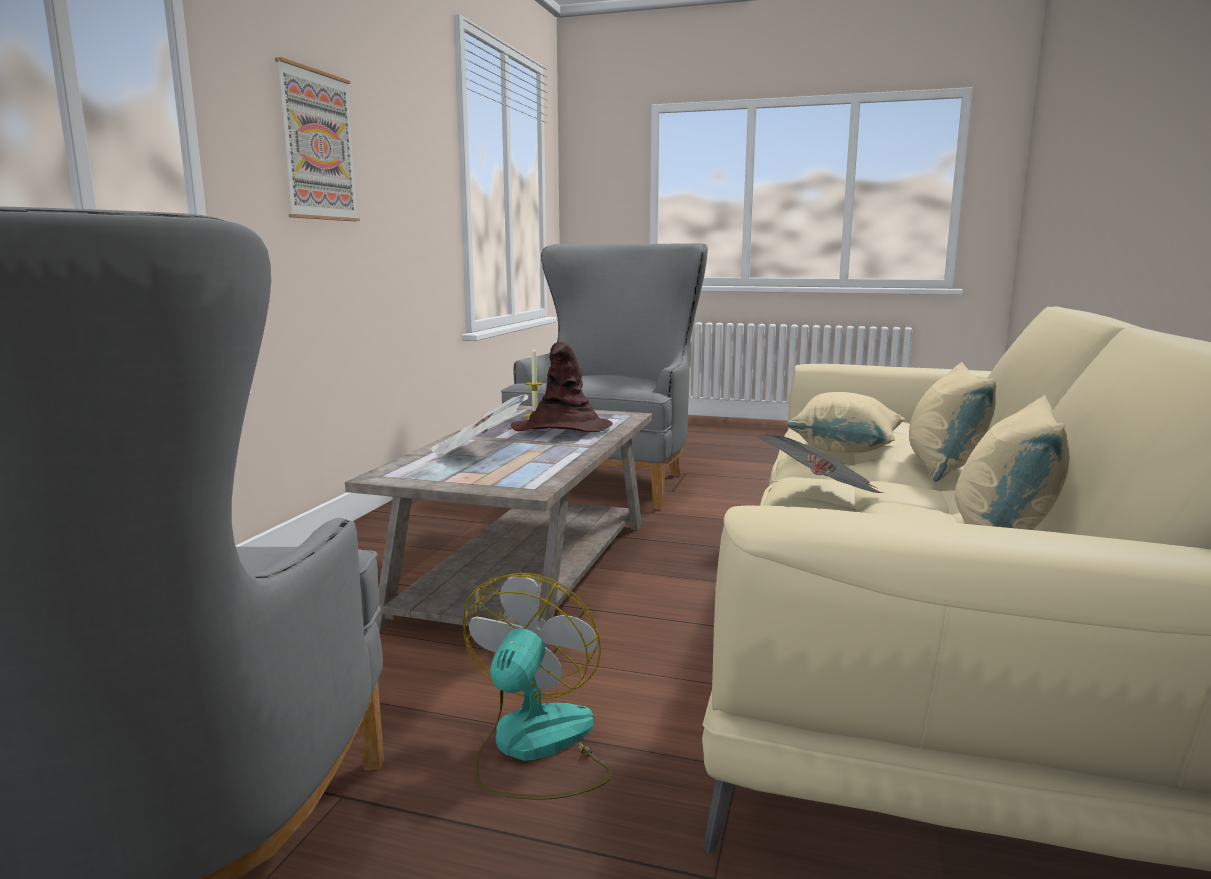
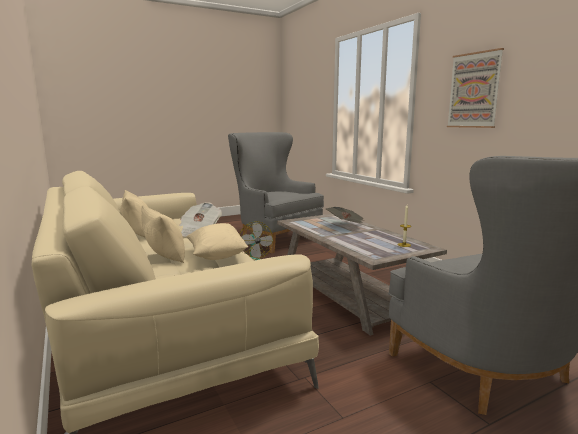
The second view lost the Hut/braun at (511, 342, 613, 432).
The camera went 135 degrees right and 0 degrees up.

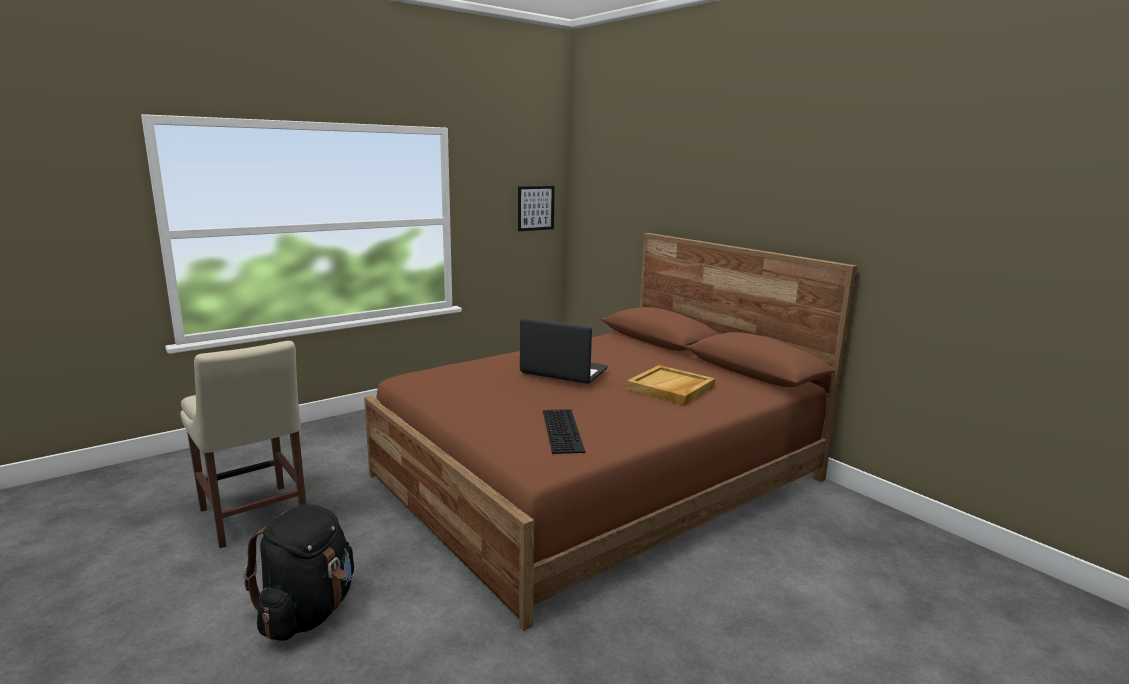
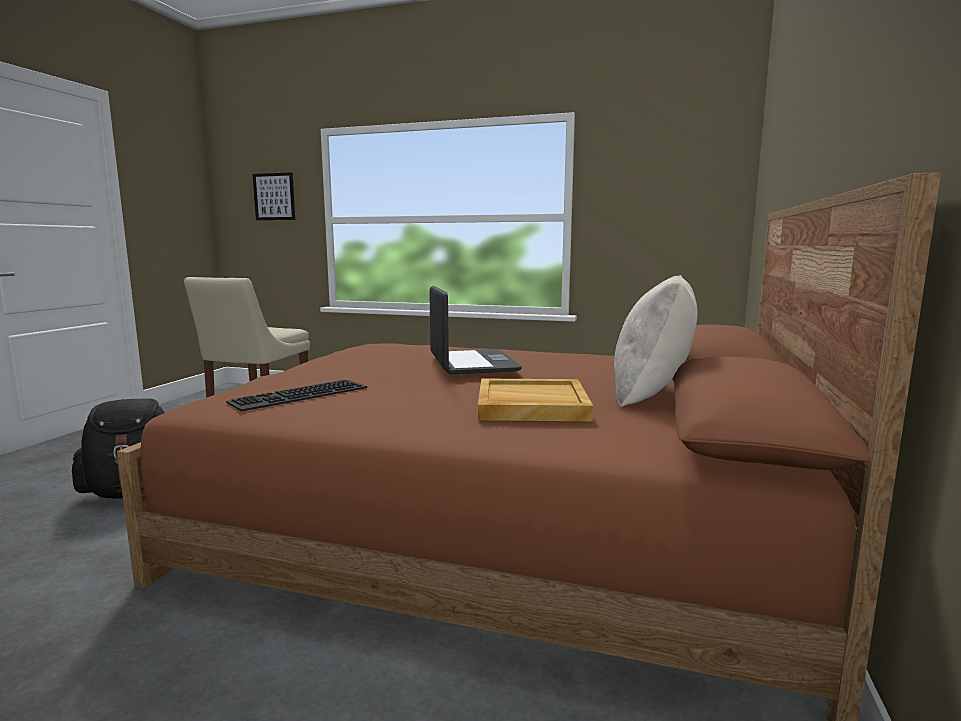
The second view gained the Kissen/beige at (614, 275, 697, 407).
The Bild ended up elsewhere, having gone from (518, 186, 555, 231) to (253, 172, 295, 220).
The camera went 55 degrees right and 5 degrees down.

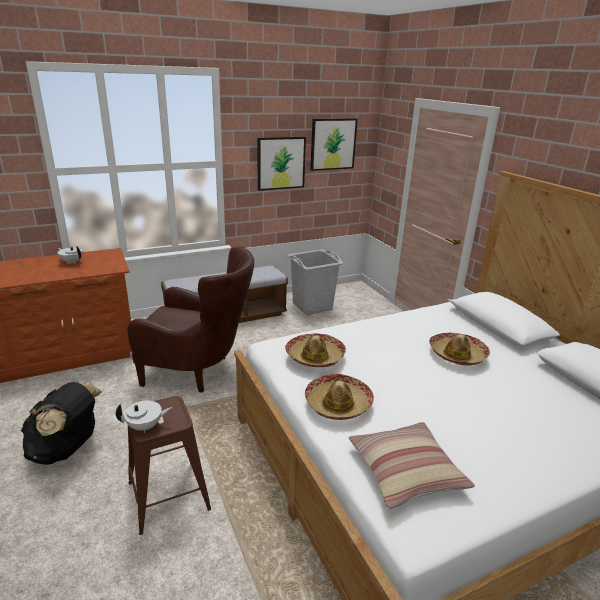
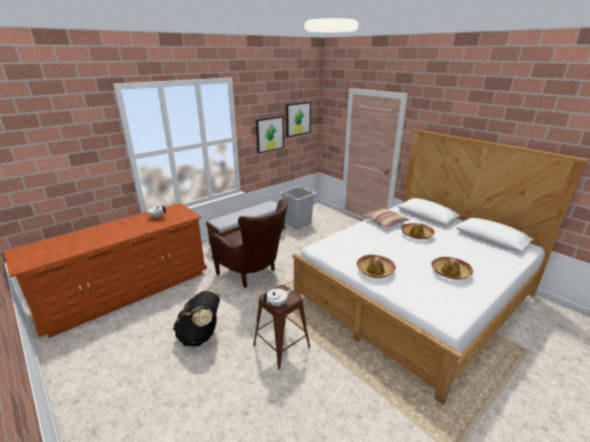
The Hut ended up elsewhere, having gone from (285, 333, 346, 367) to (431, 257, 473, 280).
The Kissen ended up elsewhere, having gone from (348, 422, 475, 509) to (362, 208, 410, 228).
The Sessel/braun at (127, 246, 254, 393) ended up facing another way, 45 degrees clockwise from before.
The camera went 15 degrees left and 0 degrees up.

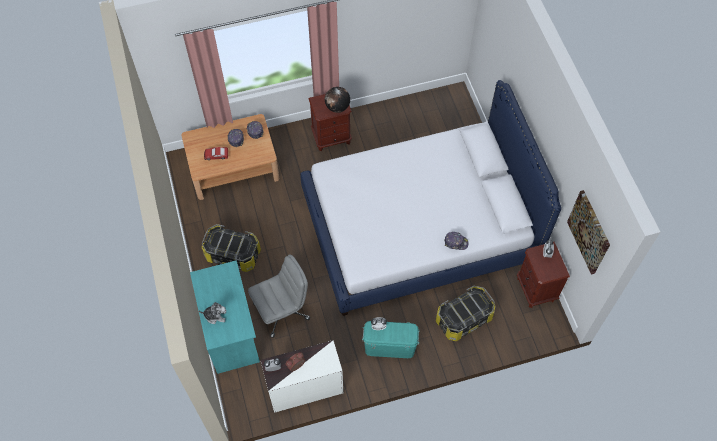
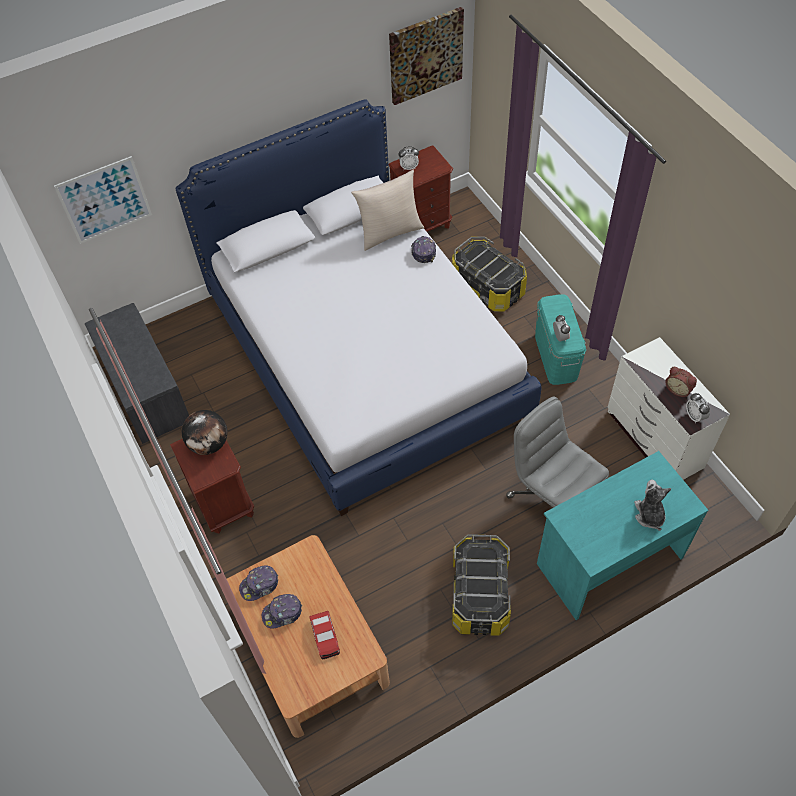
The second view gained the Bild at (54, 156, 152, 244).
The second view gained the Bank/grau at (85, 303, 189, 444).
The second view gained the Kissen/beige at (351, 170, 424, 251).
The camera went 100 degrees left and 5 degrees down.

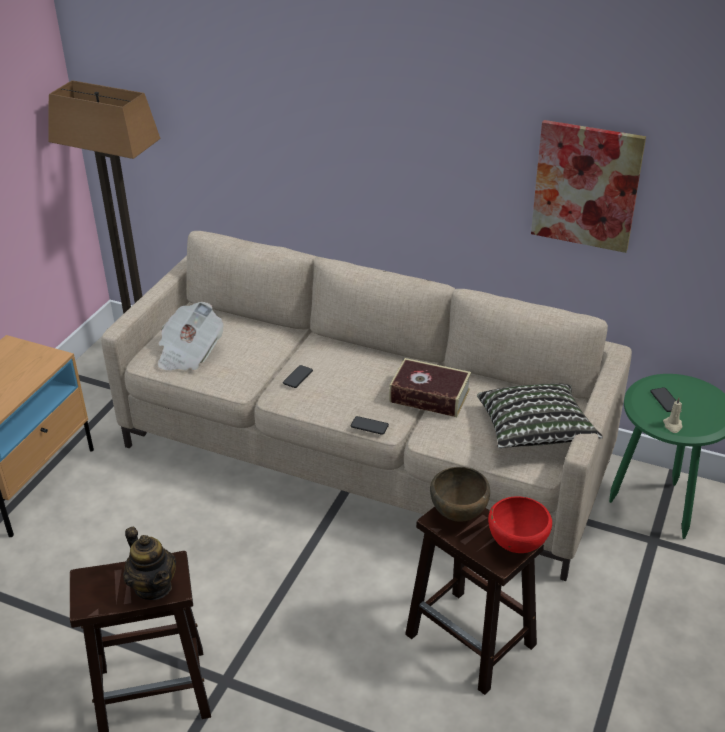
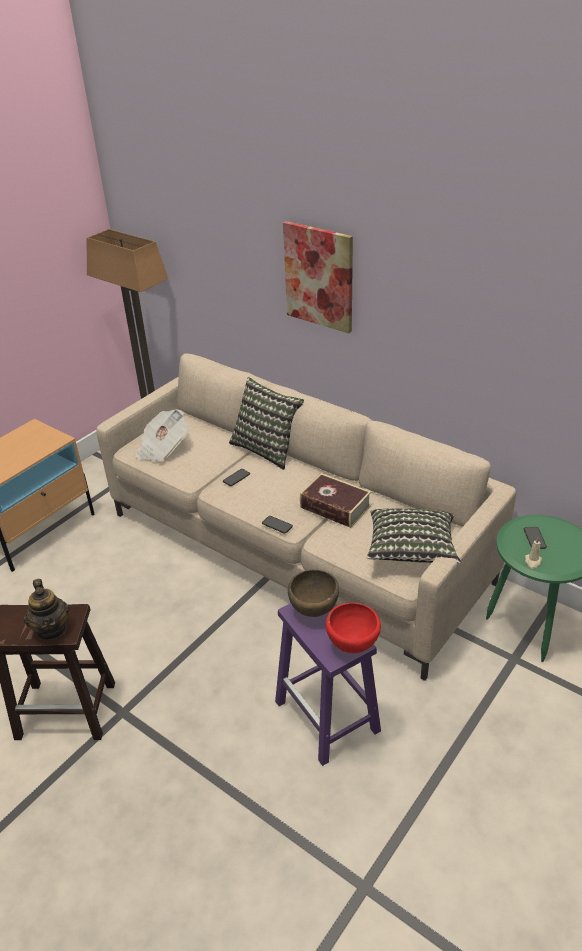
The second view gained the Kissen at (229, 377, 304, 470).
The Bild ended up elsewhere, having gone from (531, 120, 646, 253) to (283, 221, 353, 333).
What was the Hocker/braun at (405, 506, 544, 695) turned into the Hocker/lila at (275, 603, 381, 766).
The camera went 15 degrees right and 0 degrees up.

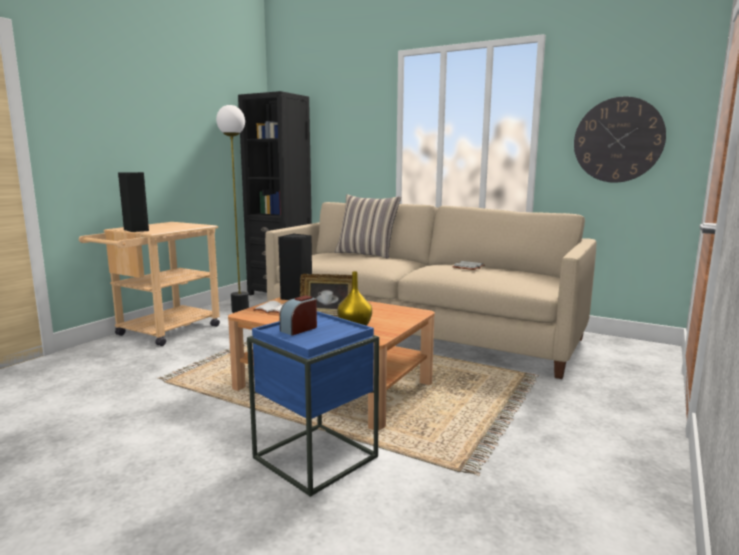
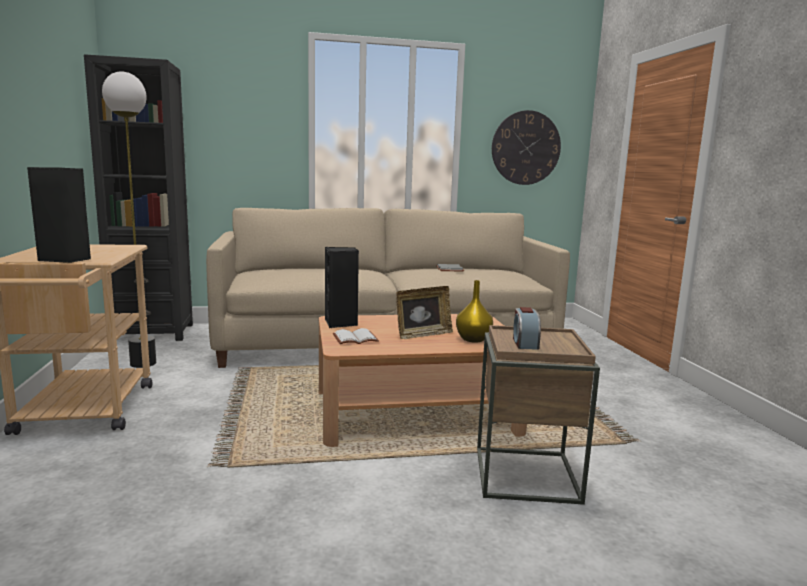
The second view lost the Kissen at (335, 194, 401, 259).
What was the Beistelltisch/blau at (247, 311, 379, 497) turned into the Beistelltisch/braun at (477, 325, 600, 505).
The camera went 40 degrees left and 0 degrees up.

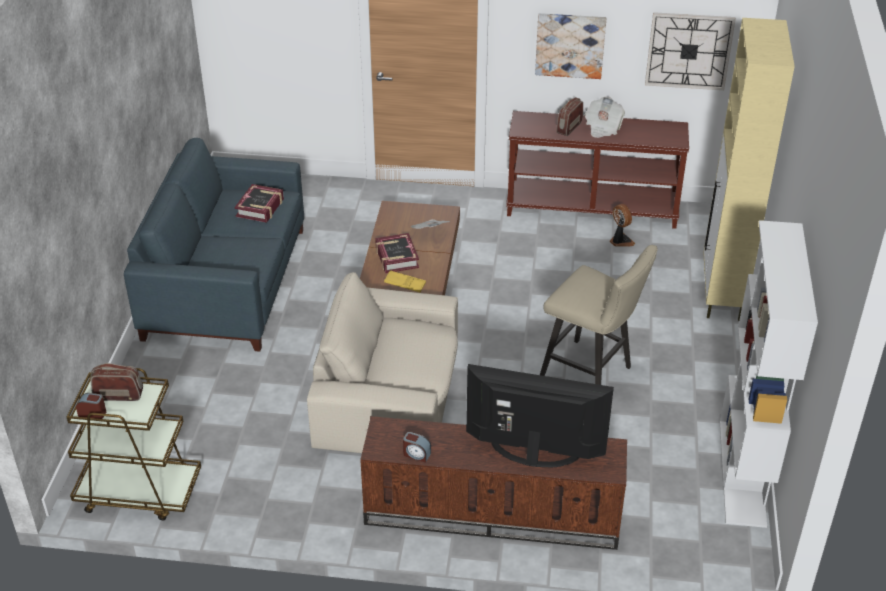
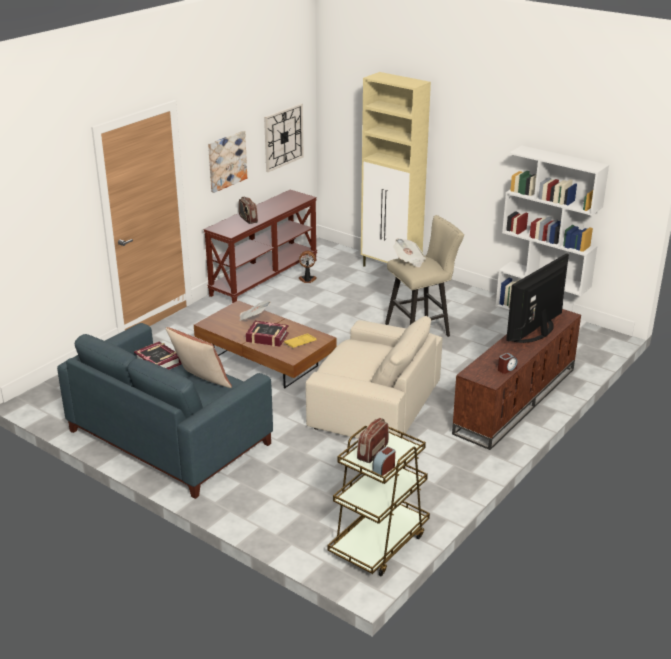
The second view gained the Kissen at (166, 327, 232, 388).
The Zeitung ended up elsewhere, having gone from (585, 97, 625, 138) to (393, 238, 426, 268).
The Sessel/beige at (307, 272, 458, 453) ended up facing another way, 105 degrees counterclockwise from before.
The camera went 60 degrees left and 10 degrees down.

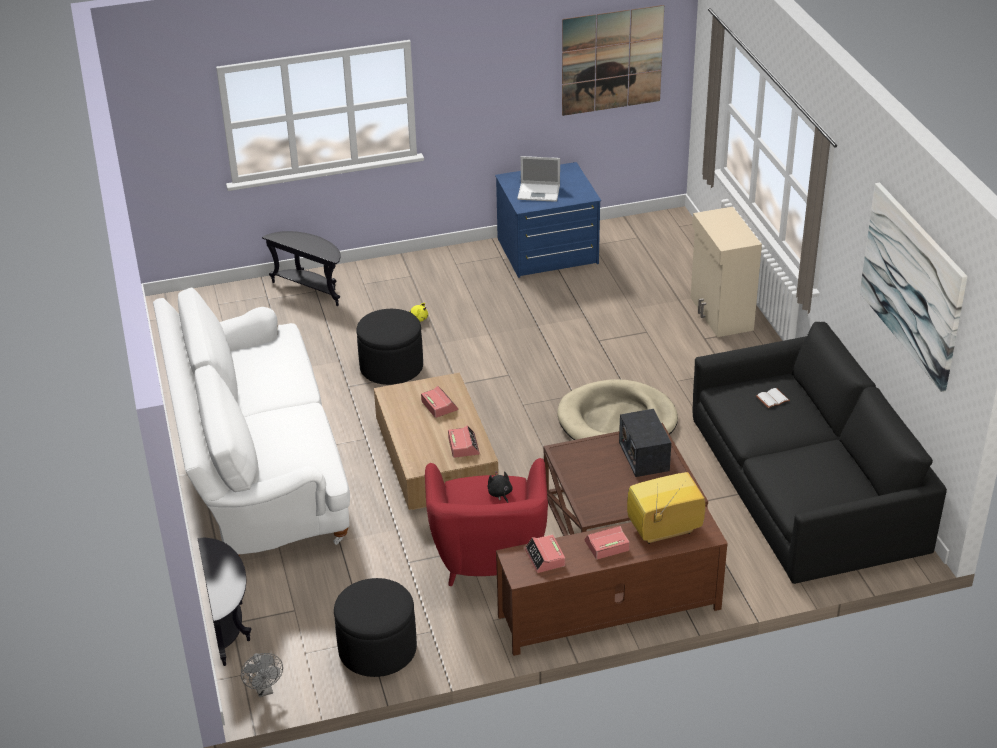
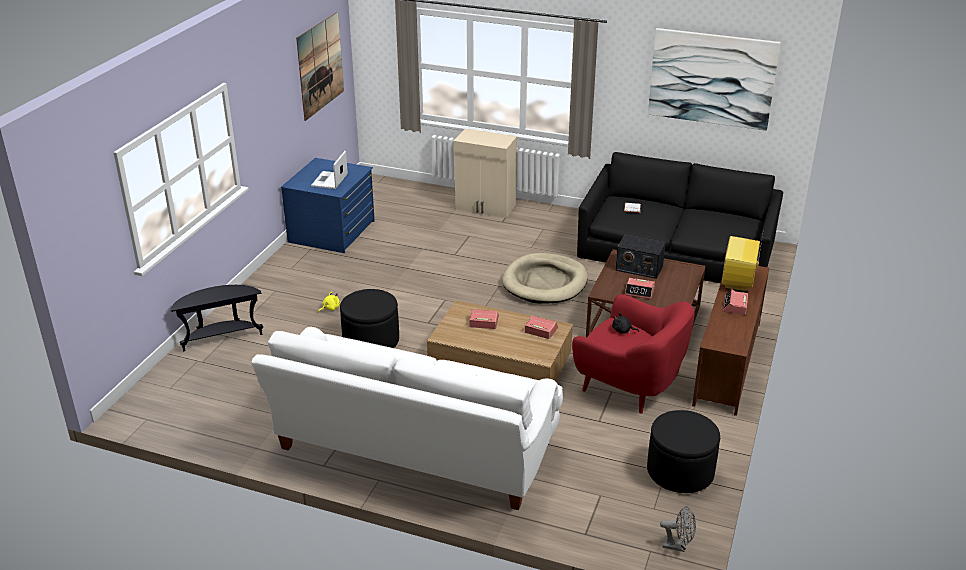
The second view lost the Beistelltisch/schwarz at (198, 537, 251, 666).
The Wecker ended up elsewhere, having gone from (525, 535, 565, 573) to (625, 278, 655, 299).
The Laptop at (517, 156, 560, 202) ended up facing another way, 150 degrees clockwise from before.
The camera went 55 degrees left and 5 degrees down.

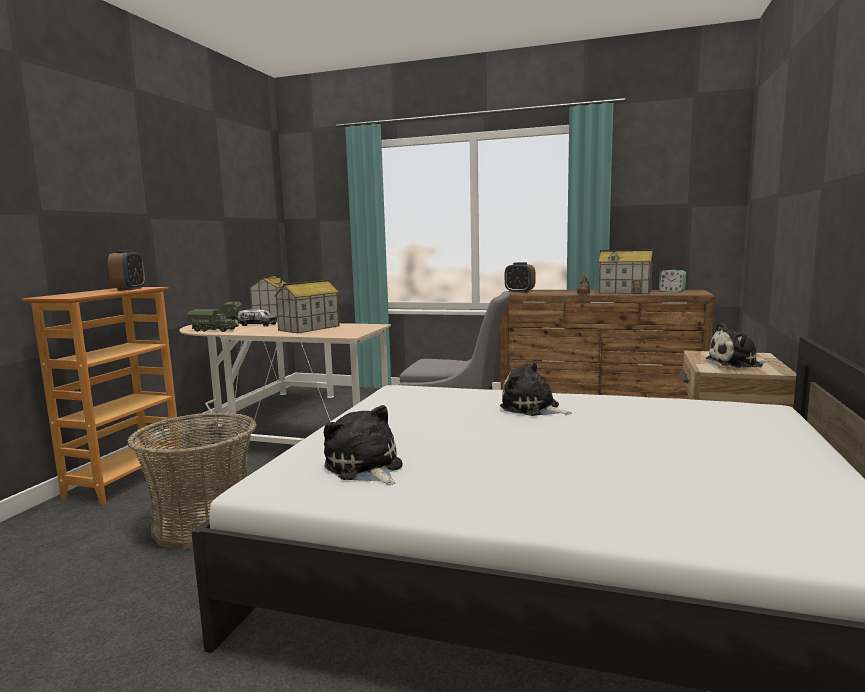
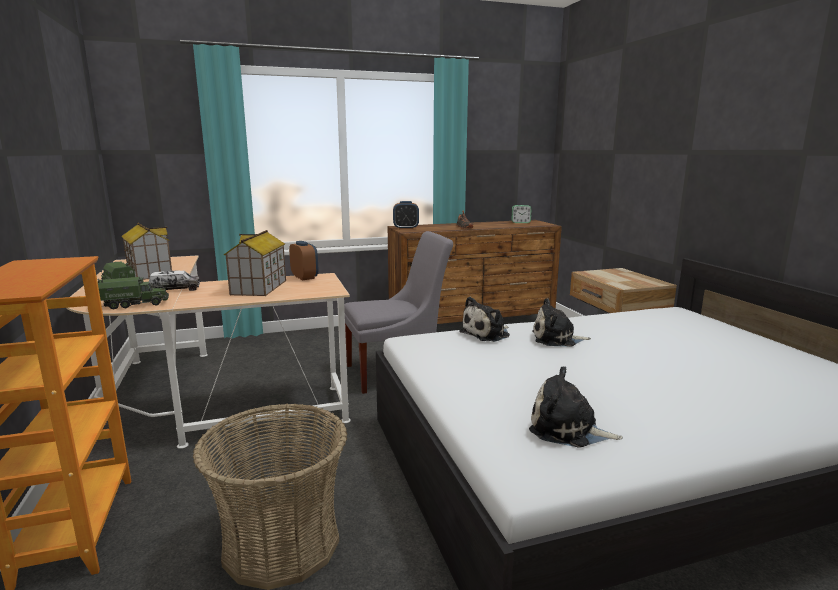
The second view lost the Spielzeughaus at (599, 249, 653, 294).
The Wecker ended up elsewhere, having gone from (108, 250, 146, 290) to (289, 241, 318, 280).
The Plüschtier ended up elsewhere, having gone from (705, 323, 770, 368) to (459, 297, 510, 342).
The camera went 35 degrees left and 5 degrees up.

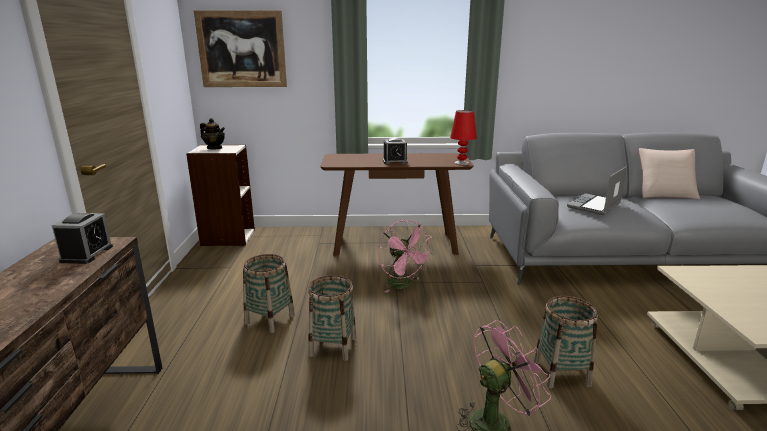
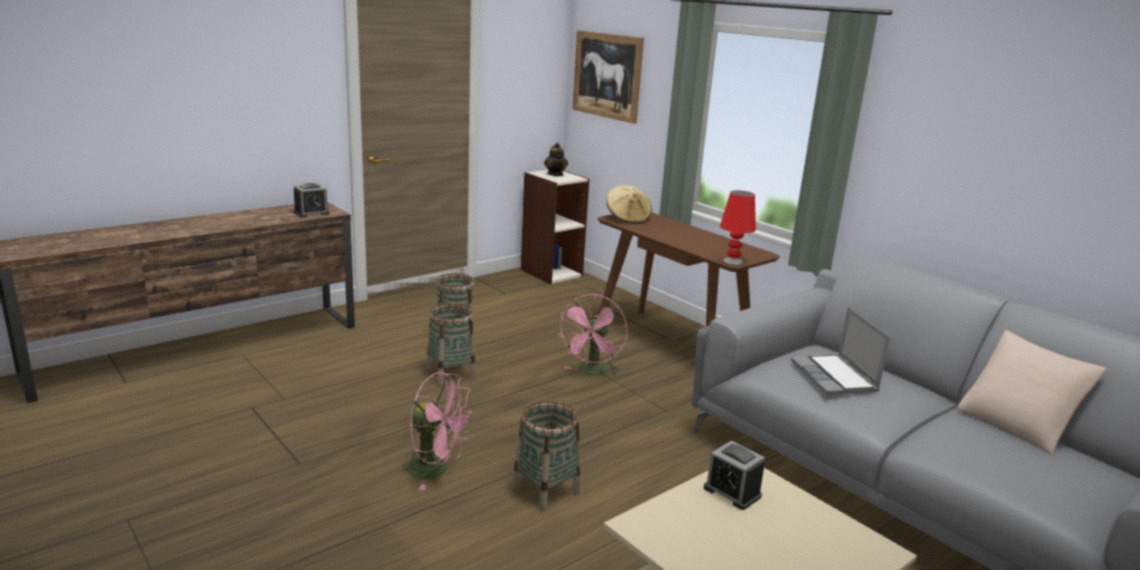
The second view gained the Hut/beige at (607, 185, 652, 224).
The Wecker ended up elsewhere, having gone from (383, 138, 408, 164) to (704, 440, 765, 510).
The Laptop at (567, 167, 627, 215) ended up facing another way, 105 degrees counterclockwise from before.
The camera went 50 degrees right and 0 degrees up.

